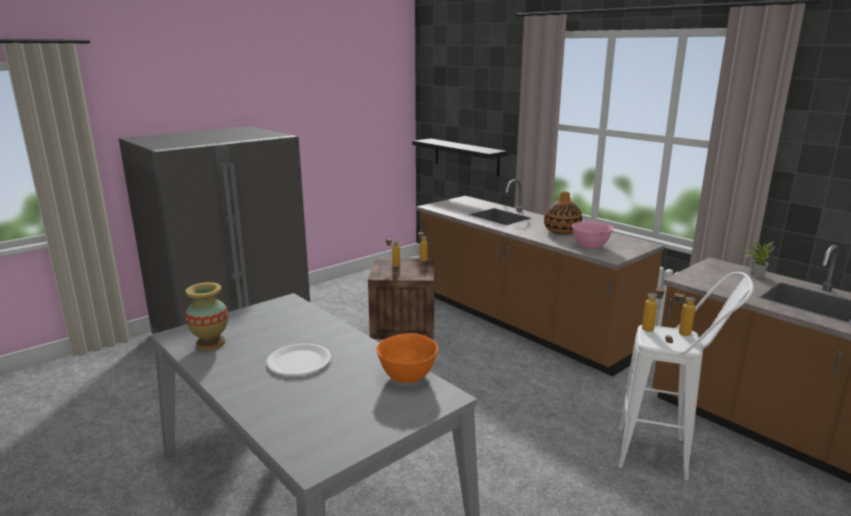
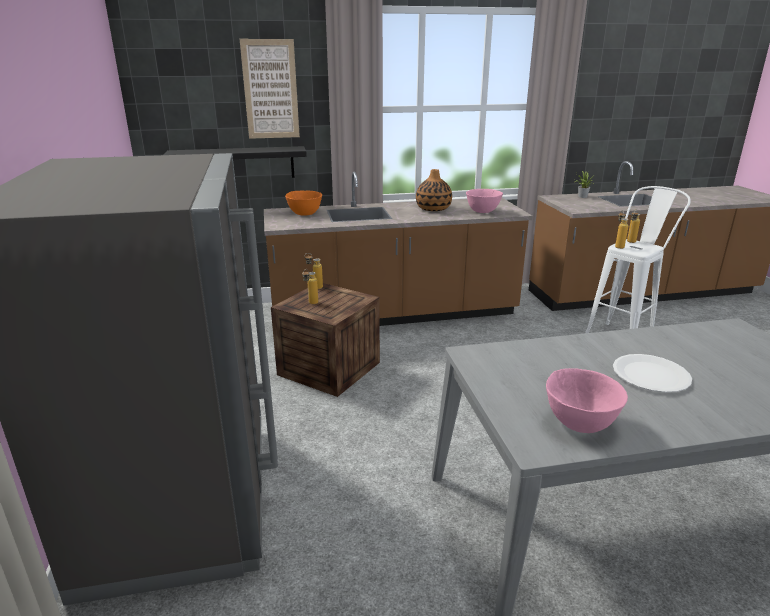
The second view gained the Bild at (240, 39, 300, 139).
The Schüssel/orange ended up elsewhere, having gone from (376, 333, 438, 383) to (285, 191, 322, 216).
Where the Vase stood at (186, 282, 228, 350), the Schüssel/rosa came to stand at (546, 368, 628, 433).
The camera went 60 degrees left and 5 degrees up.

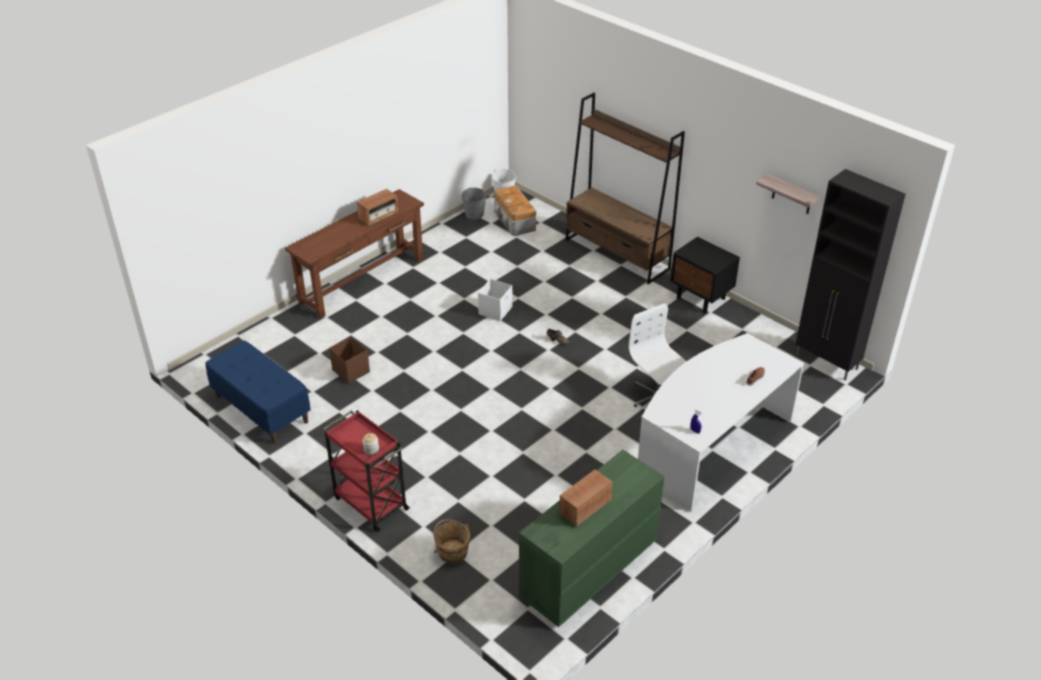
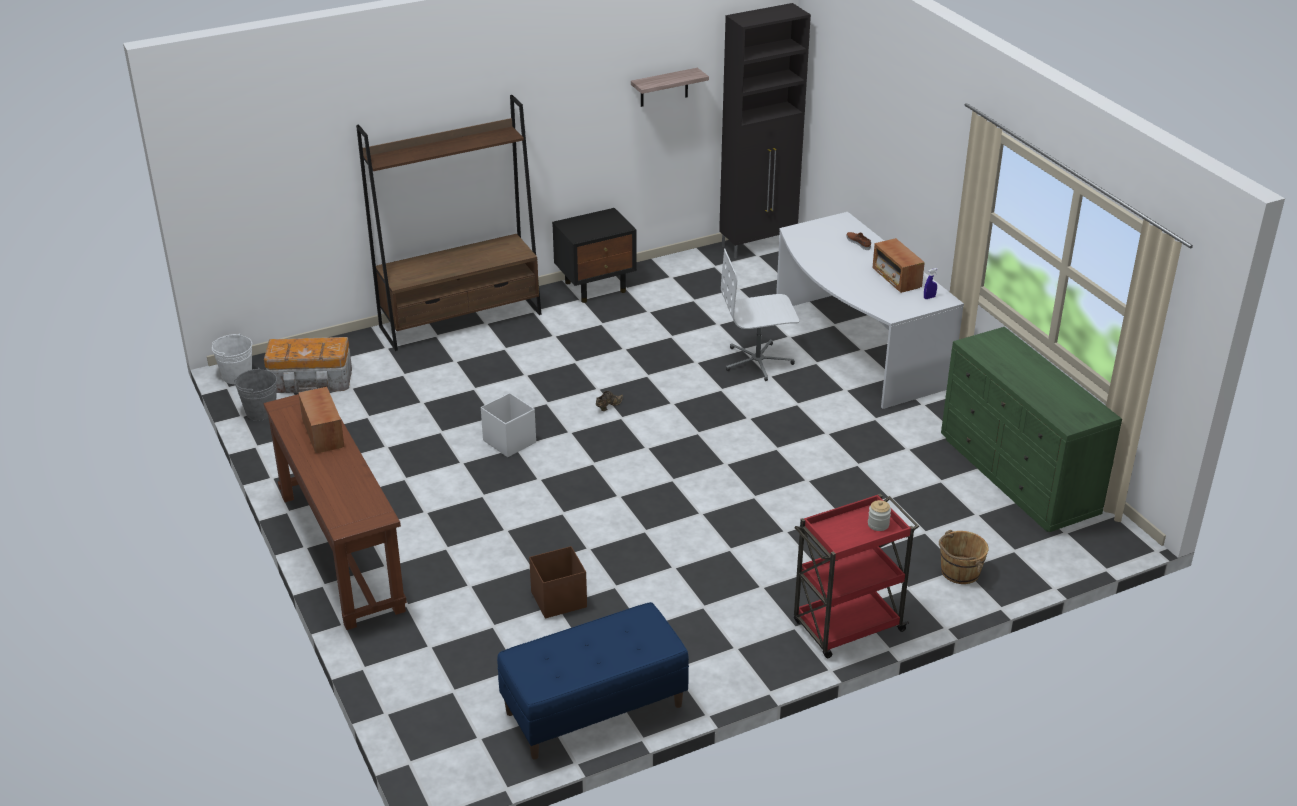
The Radio ended up elsewhere, having gone from (559, 470, 612, 527) to (873, 238, 925, 293).
The camera went 70 degrees left and 5 degrees down.

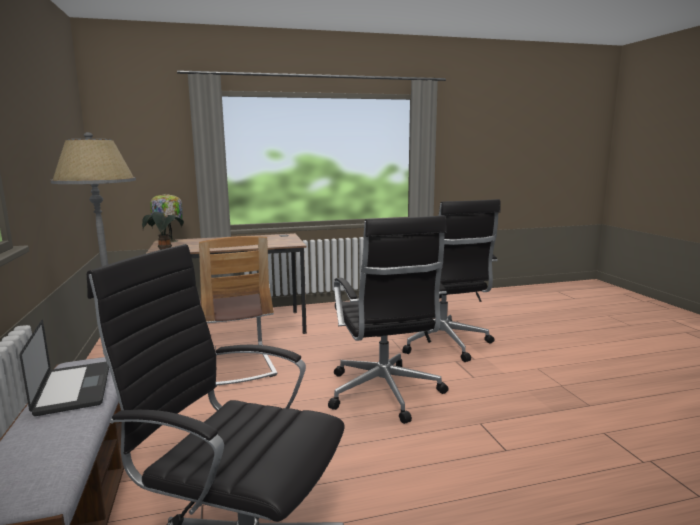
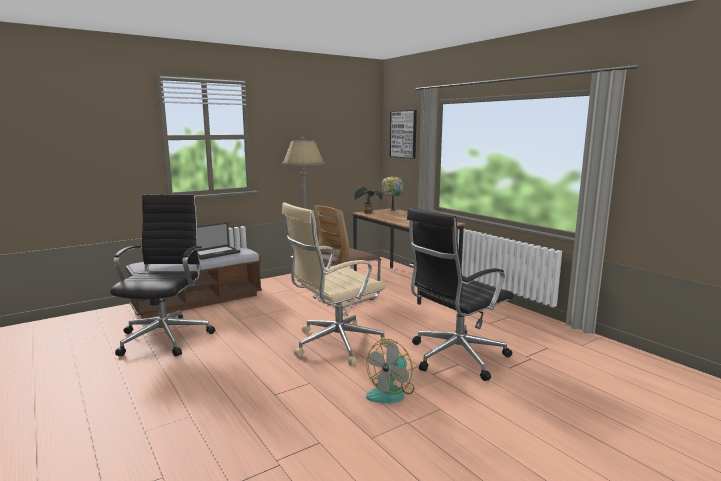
The second view gained the Ventilator at (366, 339, 414, 403).
The second view gained the Bild at (390, 110, 417, 159).
What was the Bürostuhl/schwarz at (328, 216, 449, 424) turned into the Bürostuhl/beige at (282, 202, 390, 366).
The camera went 70 degrees right and 0 degrees up.

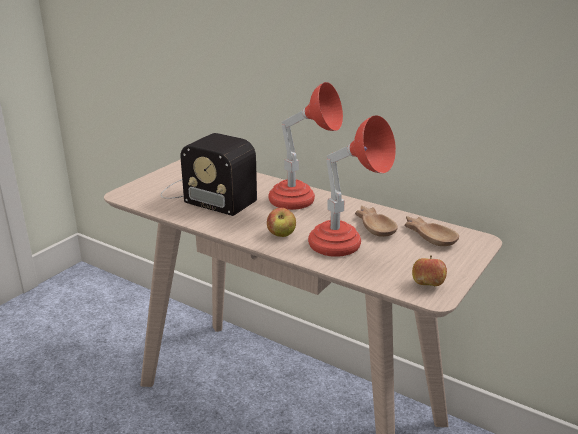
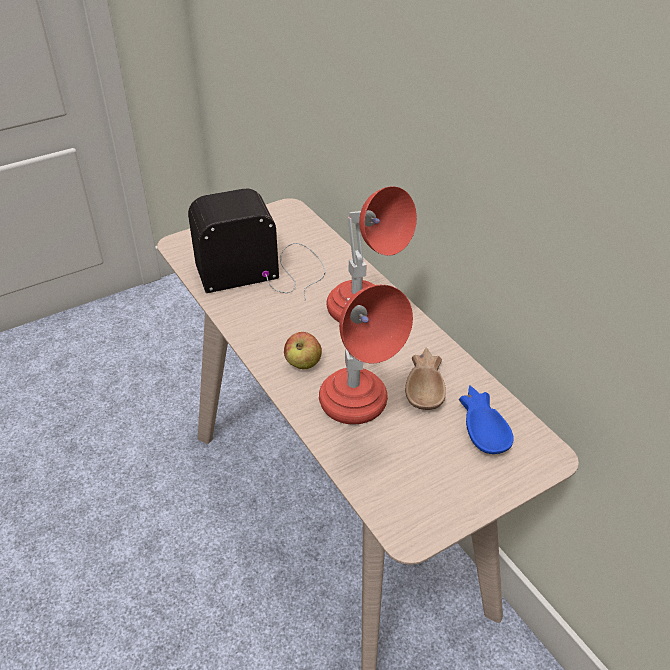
The second view lost the Apfel at (412, 255, 447, 286).
What was the Schüssel/braun at (404, 216, 459, 246) turned into the Schüssel/blau at (459, 386, 514, 454).
The Radio at (161, 133, 257, 216) ended up facing another way, 105 degrees clockwise from before.
The camera went 25 degrees right and 15 degrees up.

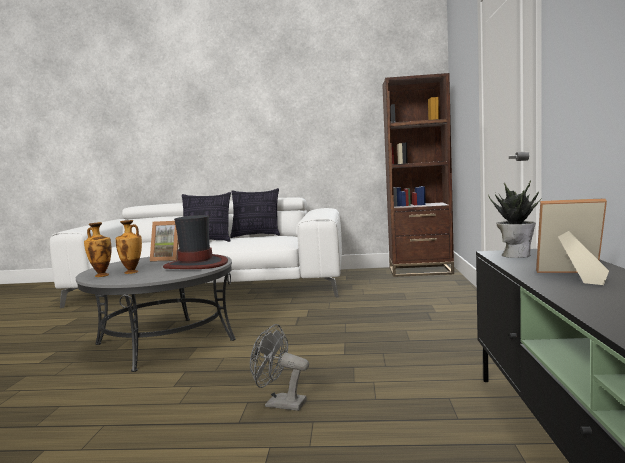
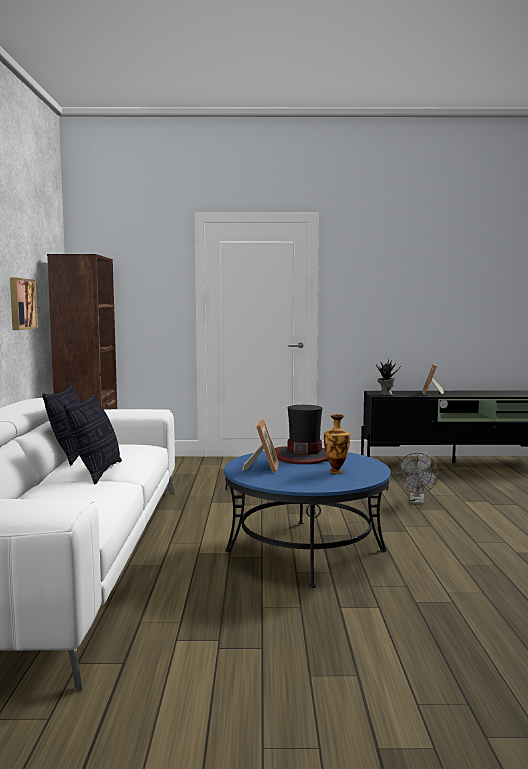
The second view lost the Vase at (84, 222, 112, 277).
The second view gained the Bild at (10, 278, 38, 330).
What was the Couchtisch/grau at (76, 254, 236, 372) turned into the Couchtisch/blau at (224, 451, 391, 588).
The camera went 95 degrees left and 0 degrees up.

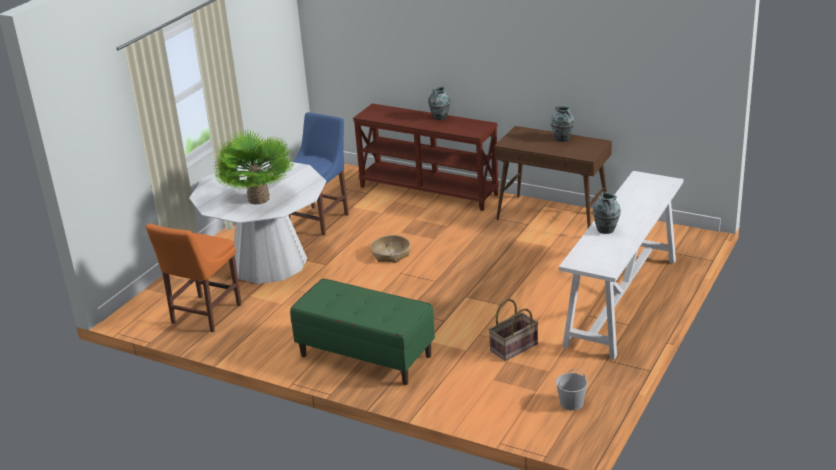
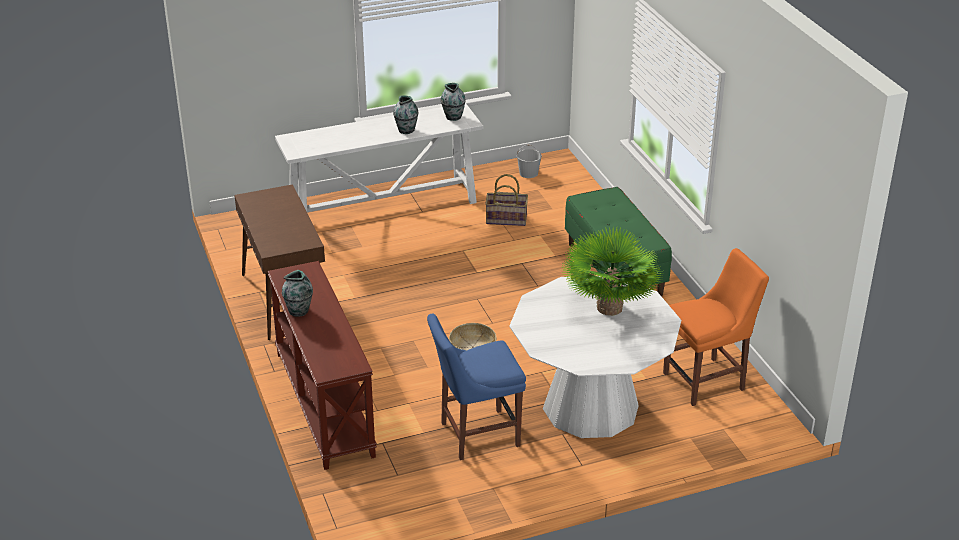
The Vase ended up elsewhere, having gone from (551, 106, 575, 142) to (441, 83, 466, 121).
The camera went 140 degrees left and 5 degrees up.

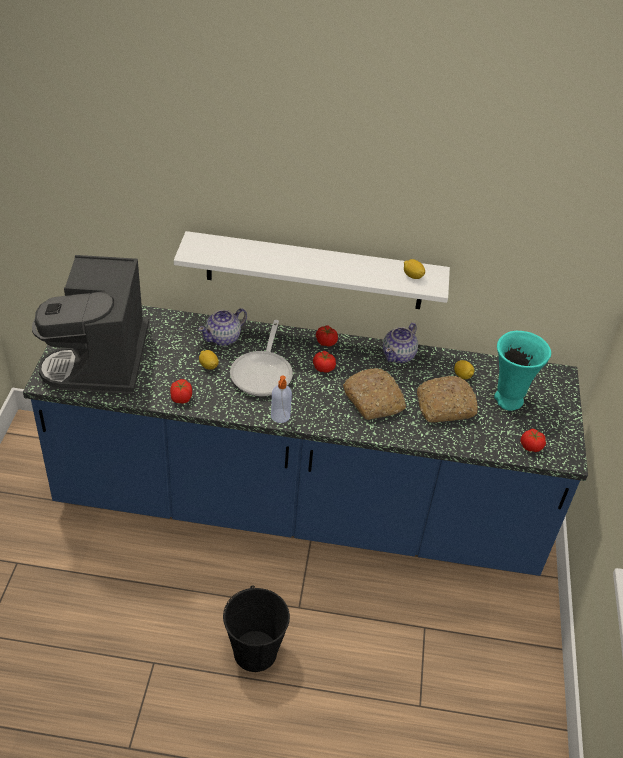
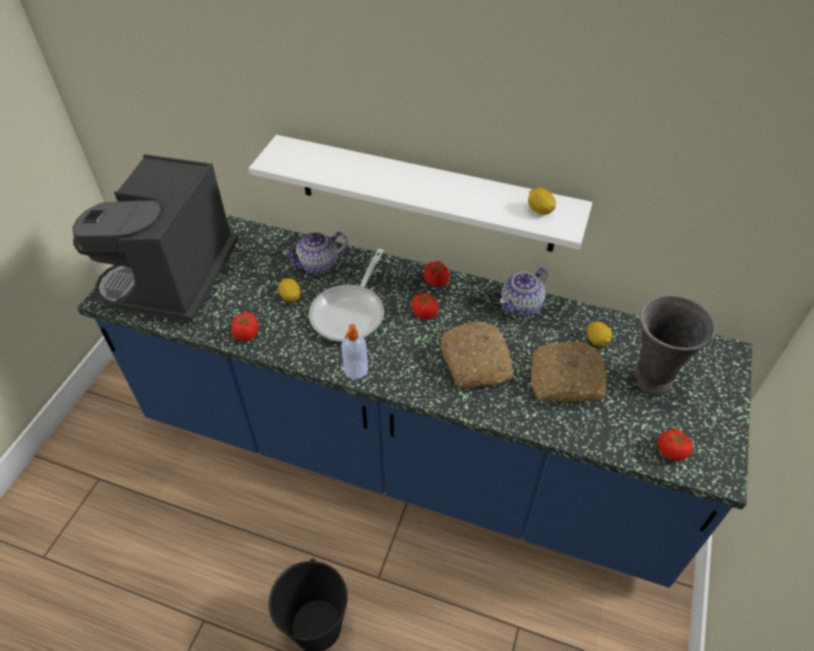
What was the Vase/türkis at (494, 331, 551, 411) turned into the Vase/grau at (633, 294, 716, 396).
The camera went 15 degrees right and 5 degrees up.

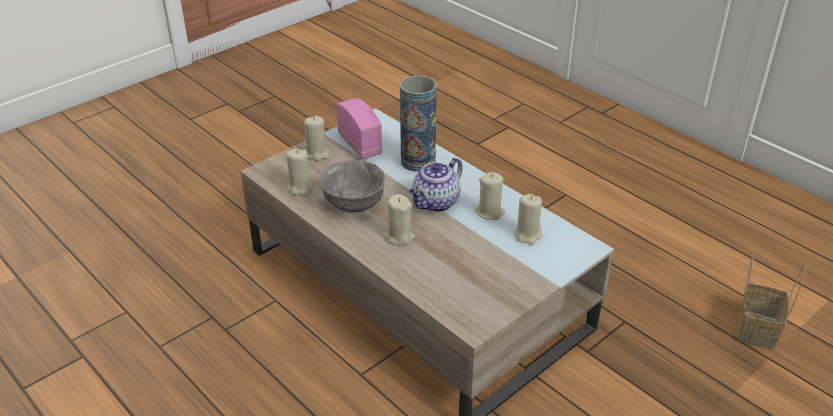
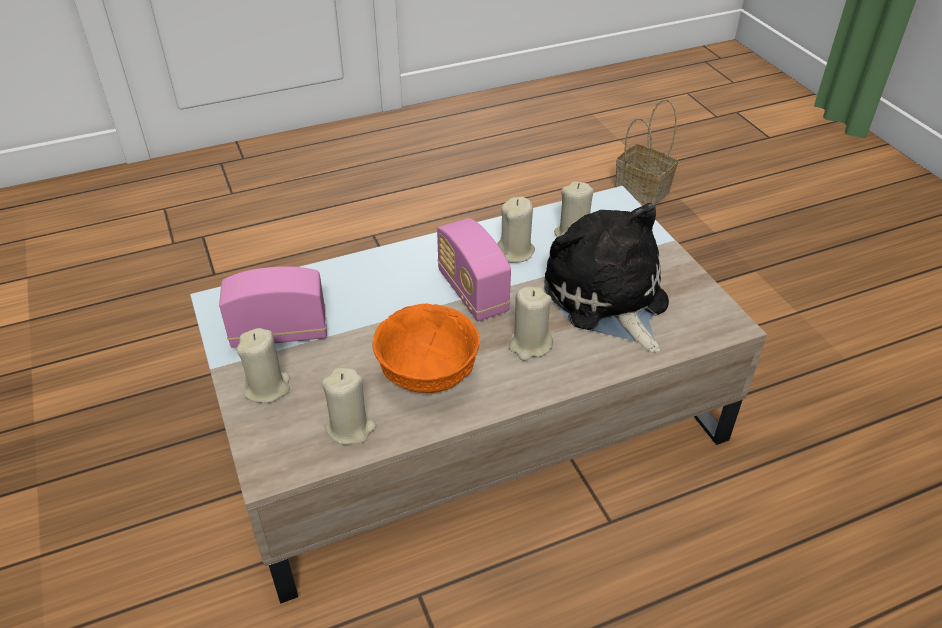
The second view lost the Vase at (400, 76, 437, 172).
The second view gained the Plüschtier at (544, 203, 669, 352).
Where the Teekanne stood at (409, 158, 463, 212), the Radio came to stand at (437, 218, 511, 321).
What was the Schüssel/grau at (320, 160, 385, 212) turned into the Schüssel/orange at (372, 304, 480, 393).
The camera went 70 degrees left and 5 degrees up.

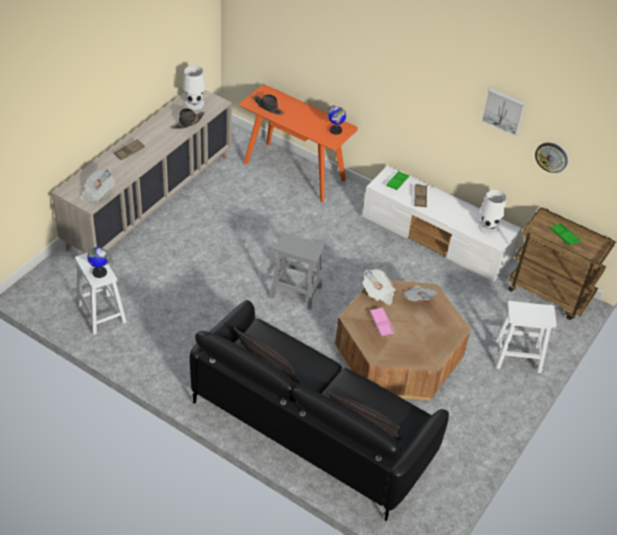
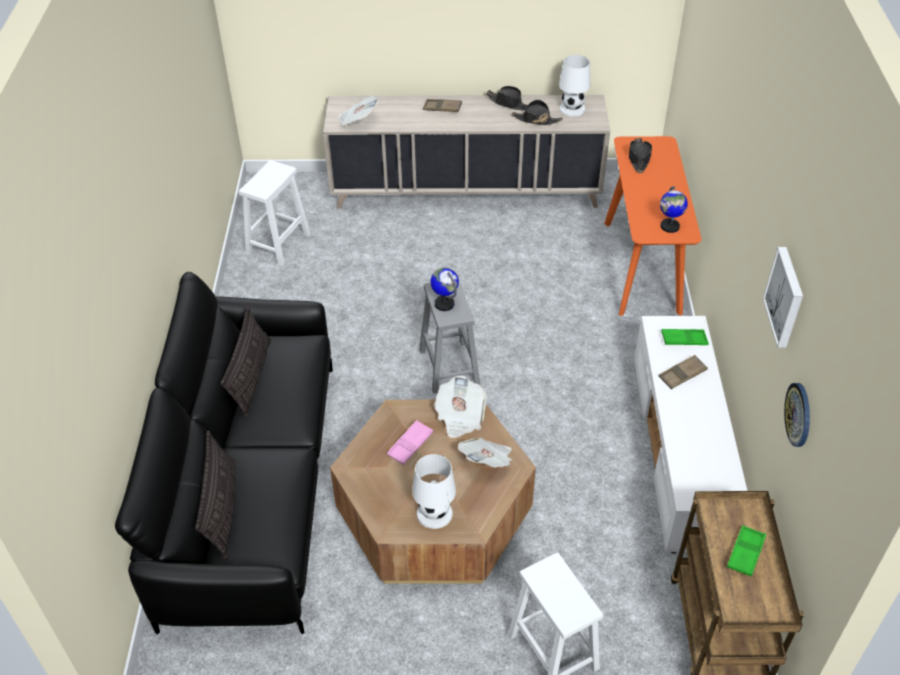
The second view gained the Hut/schwarz at (486, 86, 528, 110).
The Globus ended up elsewhere, having gone from (87, 247, 111, 278) to (430, 268, 459, 311).
The Tischlampe/weiß ended up elsewhere, having gone from (478, 190, 507, 235) to (412, 454, 456, 529).
The camera went 60 degrees right and 0 degrees up.

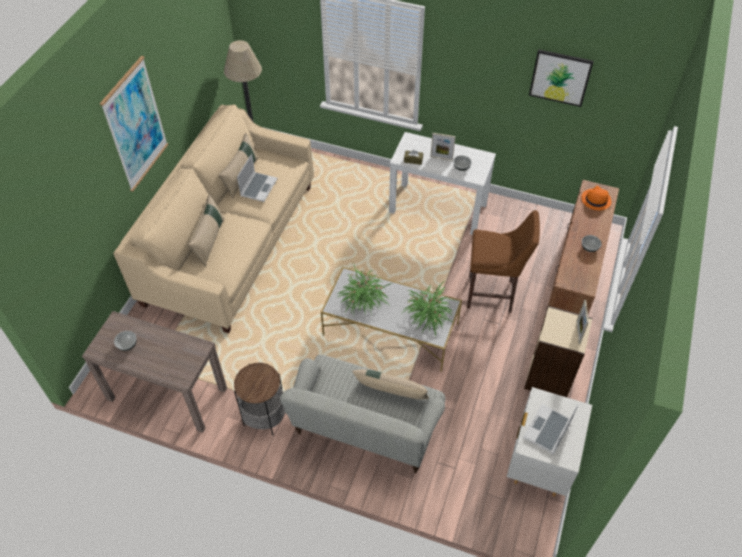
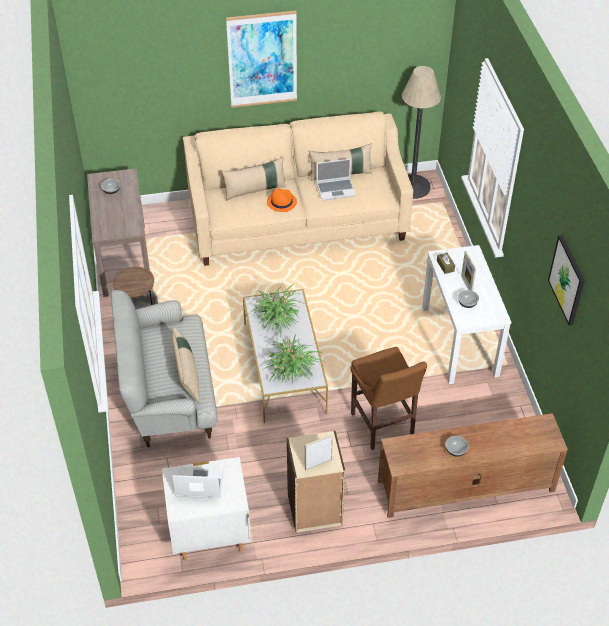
The Hut/orange ended up elsewhere, having gone from (581, 186, 611, 210) to (267, 188, 297, 212).
The camera went 60 degrees right and 5 degrees down.

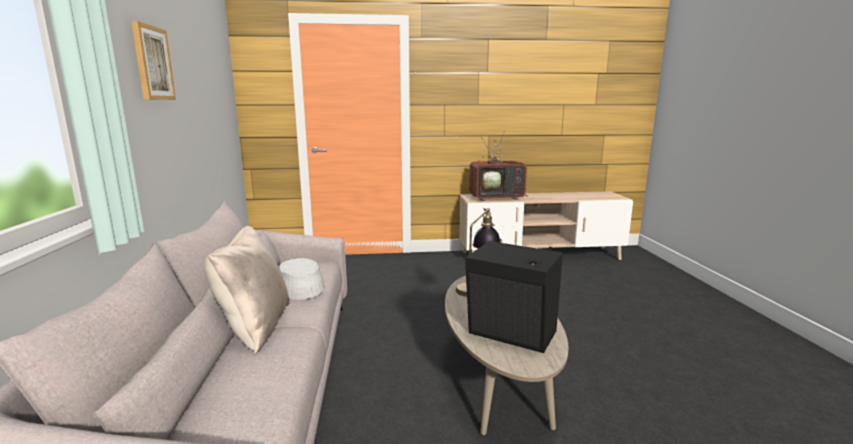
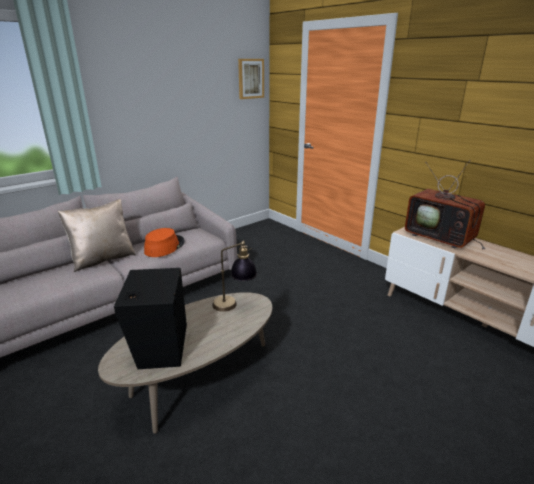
The Bild ended up elsewhere, having gone from (131, 21, 176, 100) to (238, 59, 264, 99).
What was the Hut/grau at (279, 258, 325, 300) turned into the Hut/orange at (144, 228, 185, 257).
The camera went 55 degrees right and 10 degrees up.

